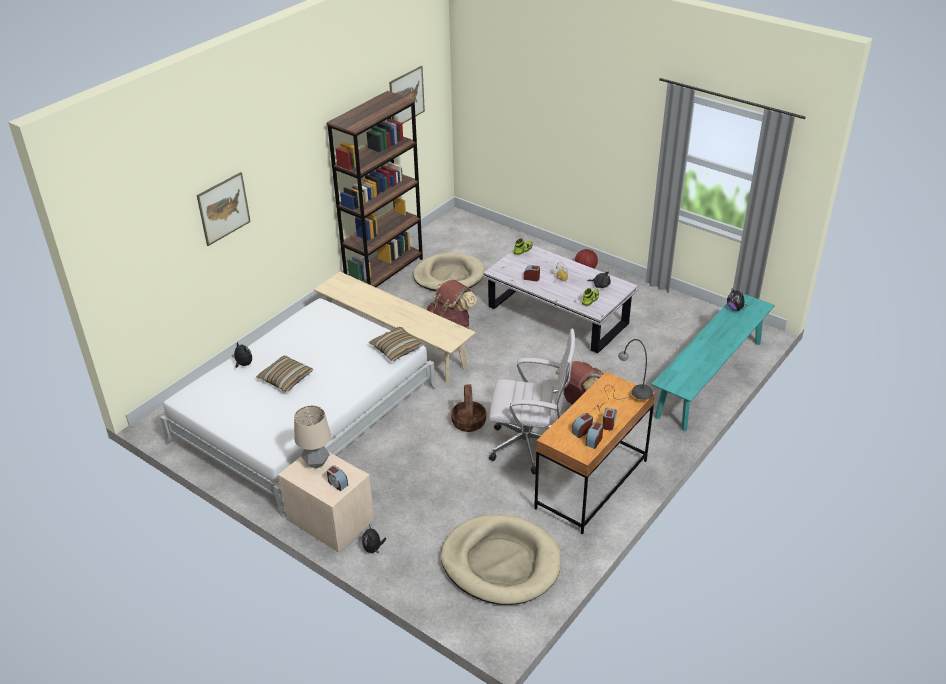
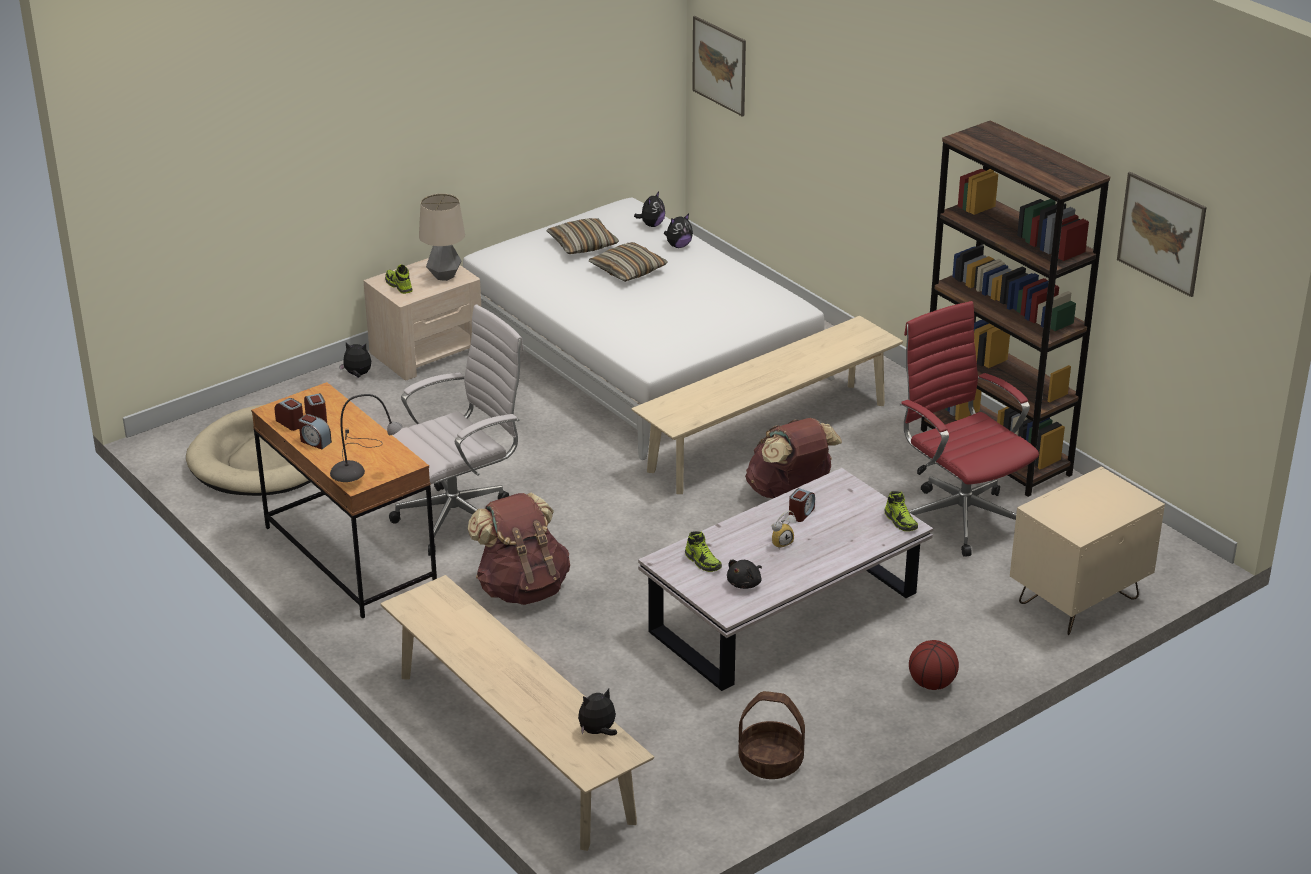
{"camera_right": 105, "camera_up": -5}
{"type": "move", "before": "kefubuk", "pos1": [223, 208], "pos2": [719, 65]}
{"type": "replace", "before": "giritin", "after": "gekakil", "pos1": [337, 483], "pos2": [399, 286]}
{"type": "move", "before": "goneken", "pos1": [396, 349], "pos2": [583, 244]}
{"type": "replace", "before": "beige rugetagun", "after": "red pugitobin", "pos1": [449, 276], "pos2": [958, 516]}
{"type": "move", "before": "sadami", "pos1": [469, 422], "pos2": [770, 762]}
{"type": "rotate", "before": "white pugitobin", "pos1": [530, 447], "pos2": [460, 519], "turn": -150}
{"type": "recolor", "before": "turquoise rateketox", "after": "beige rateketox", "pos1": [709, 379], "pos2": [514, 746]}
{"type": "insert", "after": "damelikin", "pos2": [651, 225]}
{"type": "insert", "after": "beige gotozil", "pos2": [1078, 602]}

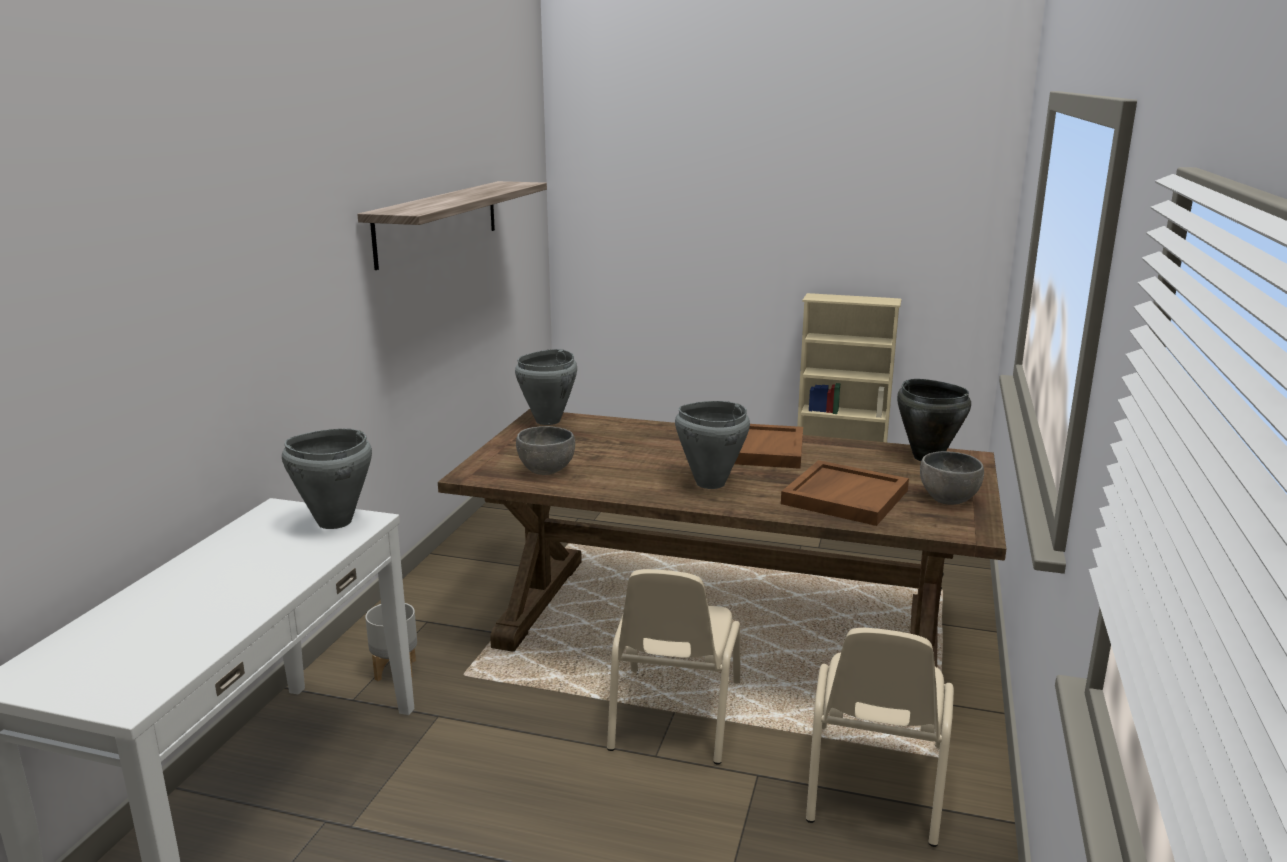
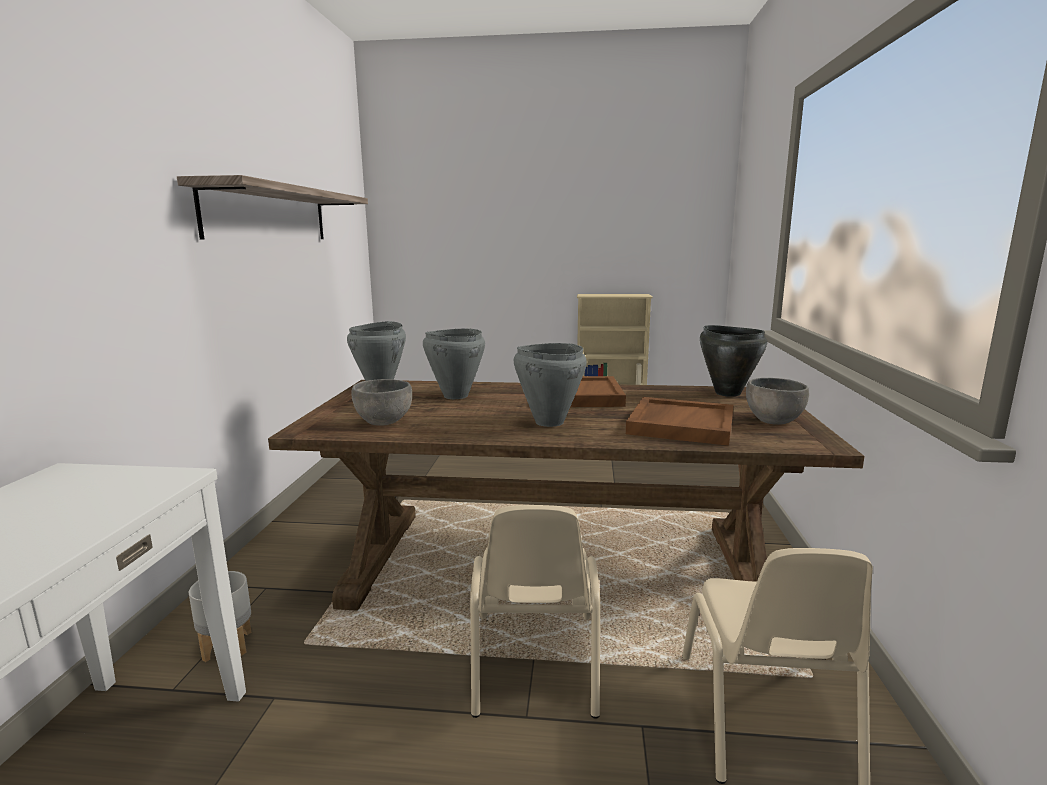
{"camera_right": -10, "camera_up": -5}
{"type": "move", "before": "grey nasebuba", "pos1": [334, 522], "pos2": [455, 396]}

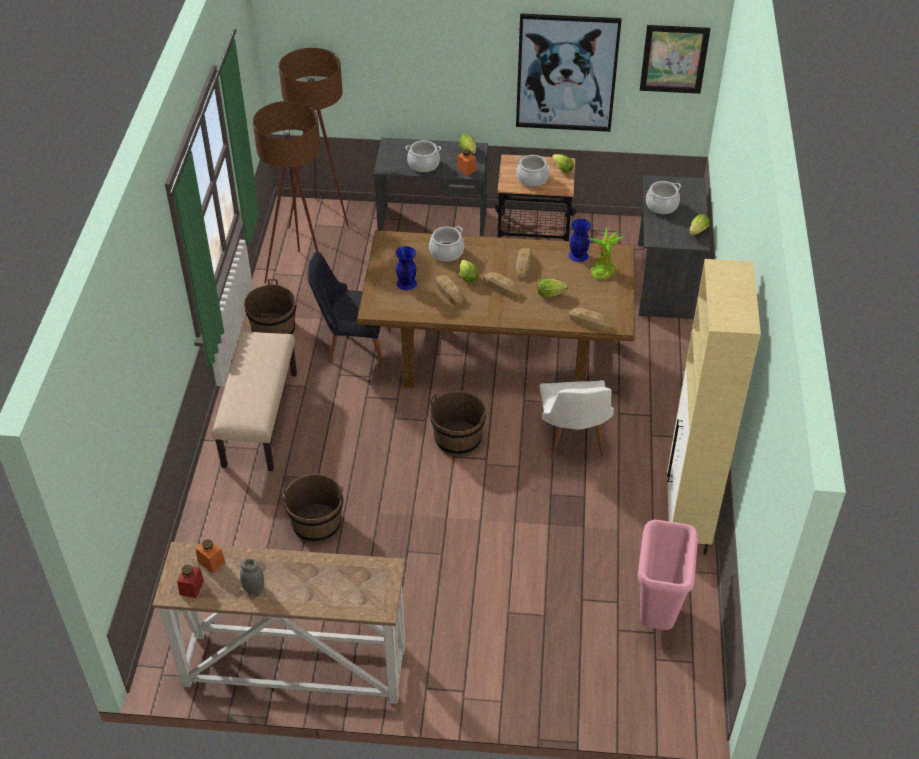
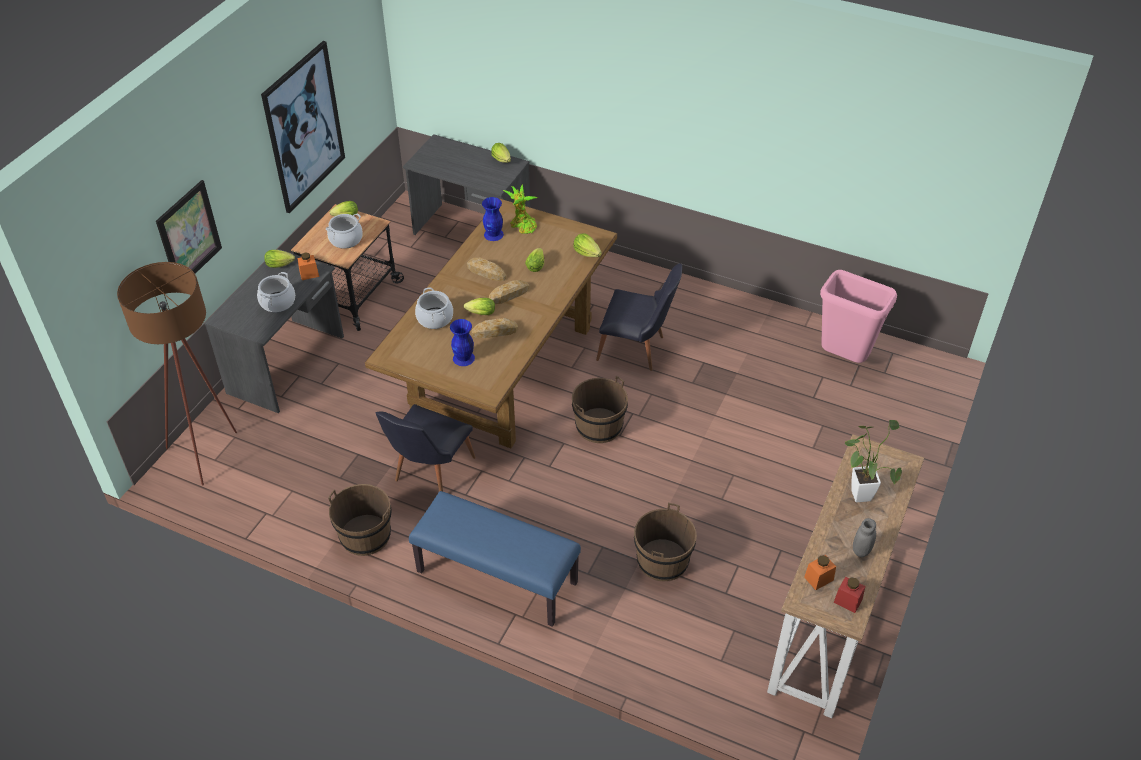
{"camera_right": -70, "camera_up": 0}
{"type": "recolor", "before": "beige rateketox", "after": "blue rateketox", "pos1": [259, 419], "pos2": [496, 577]}
{"type": "delete", "before": "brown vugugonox", "pos1": [302, 276]}
{"type": "recolor", "before": "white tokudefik", "after": "black tokudefik", "pos1": [573, 441], "pos2": [637, 350]}
{"type": "replace", "before": "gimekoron", "after": "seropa", "pos1": [589, 322], "pos2": [587, 253]}
{"type": "move", "before": "kefubuk", "pos1": [674, 59], "pos2": [189, 234]}
{"type": "delete", "before": "nasebuba", "pos1": [662, 206]}
{"type": "delete", "before": "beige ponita", "pos1": [686, 520]}
{"type": "insert", "after": "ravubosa", "pos2": [860, 492]}

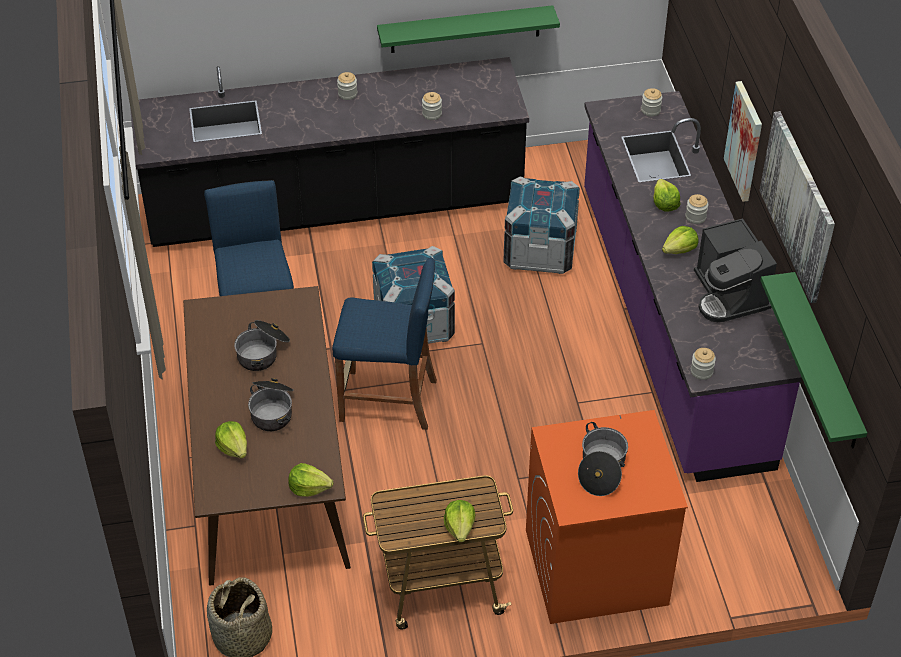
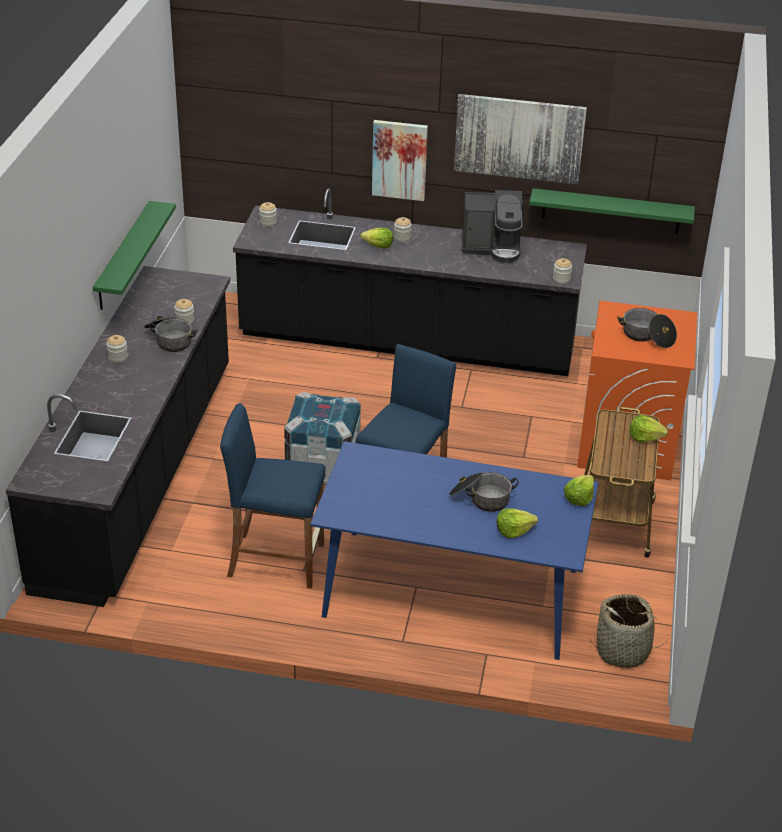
{"camera_right": -70, "camera_up": -10}
{"type": "recolor", "before": "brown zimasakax", "after": "blue zimasakax", "pos1": [271, 476], "pos2": [452, 592]}
{"type": "move", "before": "nasebuba", "pos1": [263, 352], "pos2": [170, 340]}
{"type": "delete", "before": "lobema", "pos1": [539, 251]}
{"type": "recolor", "before": "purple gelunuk", "after": "black gelunuk", "pos1": [671, 324], "pos2": [407, 341]}
{"type": "delete", "before": "seropa", "pos1": [680, 250]}

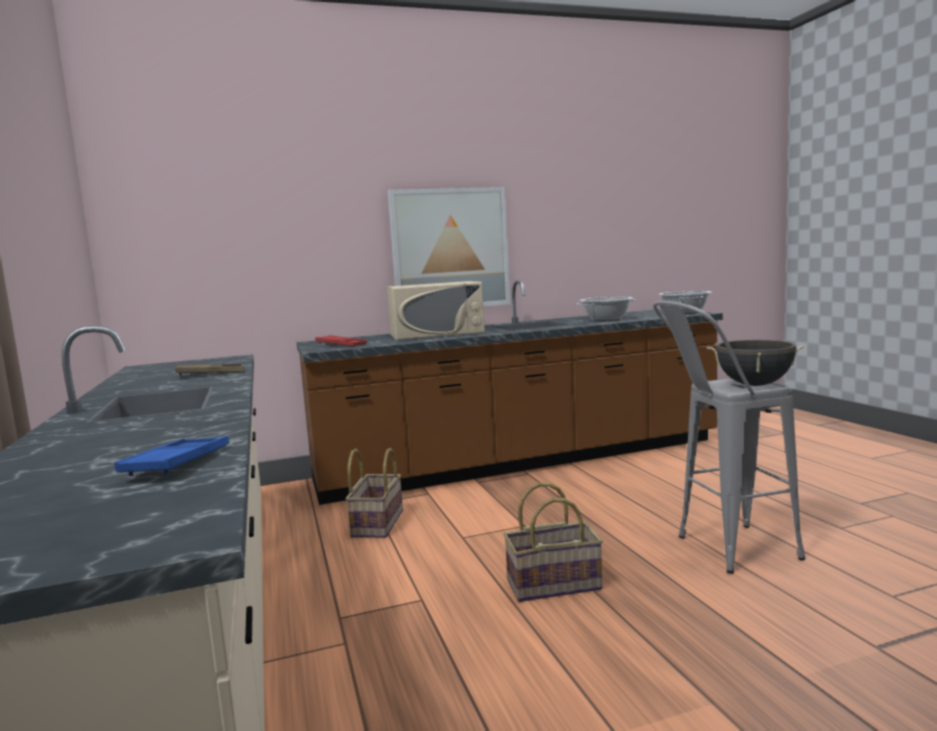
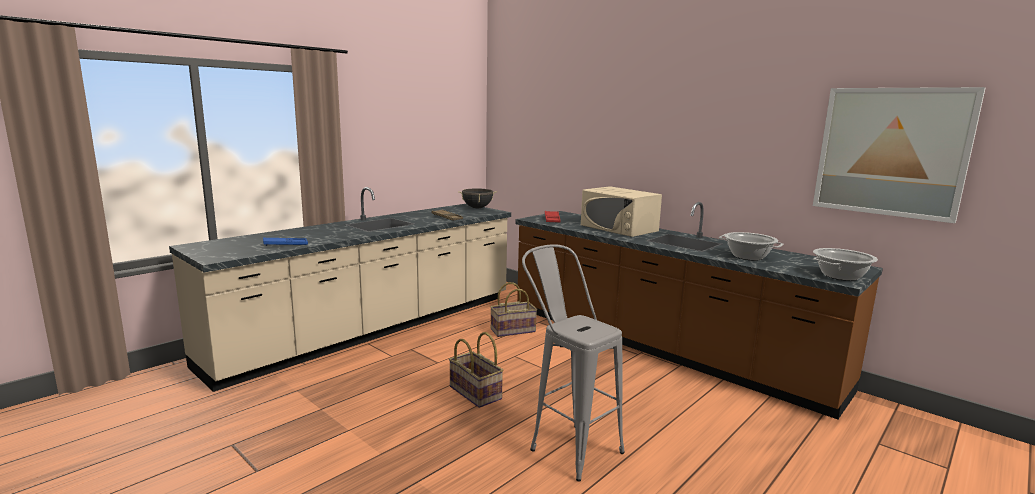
{"camera_right": 60, "camera_up": 5}
{"type": "move", "before": "kefubuk", "pos1": [450, 249], "pos2": [891, 152]}
{"type": "move", "before": "black nasebuba", "pos1": [754, 385], "pos2": [477, 208]}

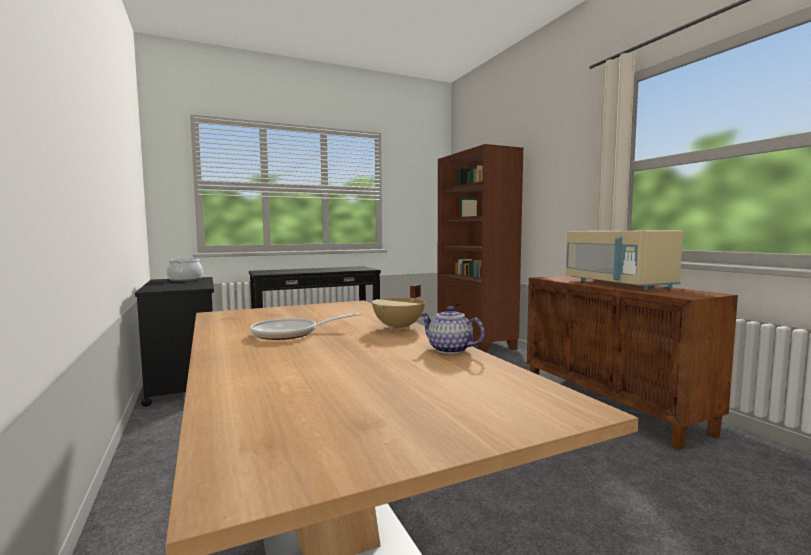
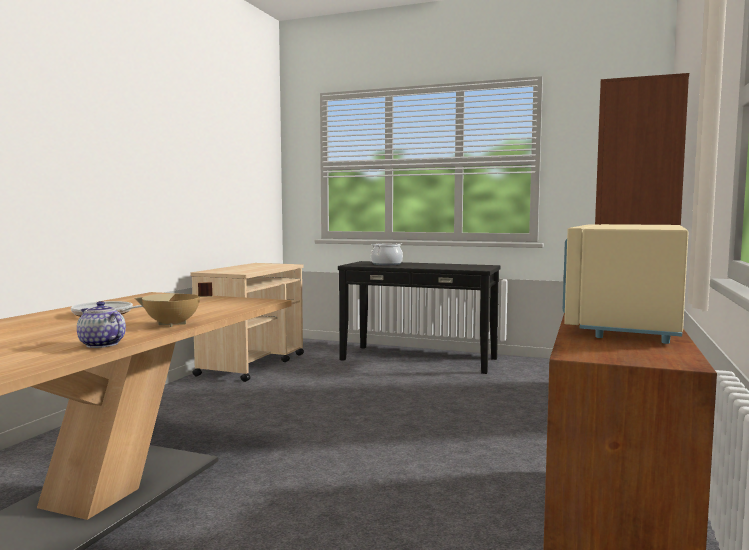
{"camera_right": 45, "camera_up": 0}
{"type": "recolor", "before": "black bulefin", "after": "beige bulefin", "pos1": [184, 381], "pos2": [253, 364]}
{"type": "move", "before": "nasebuba", "pos1": [185, 280], "pos2": [386, 264]}
{"type": "rotate", "before": "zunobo", "pos1": [449, 350], "pos2": [100, 345], "turn": -45}

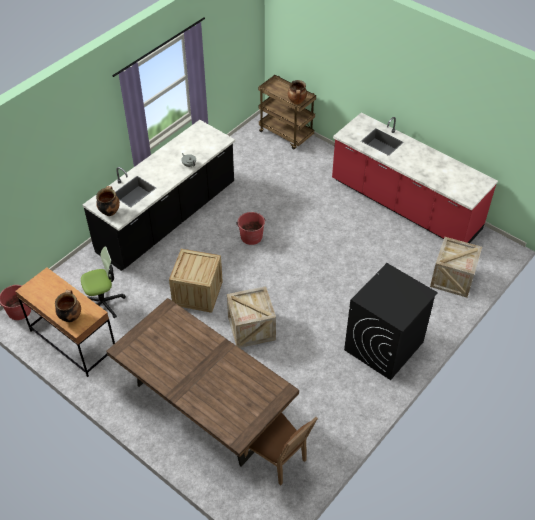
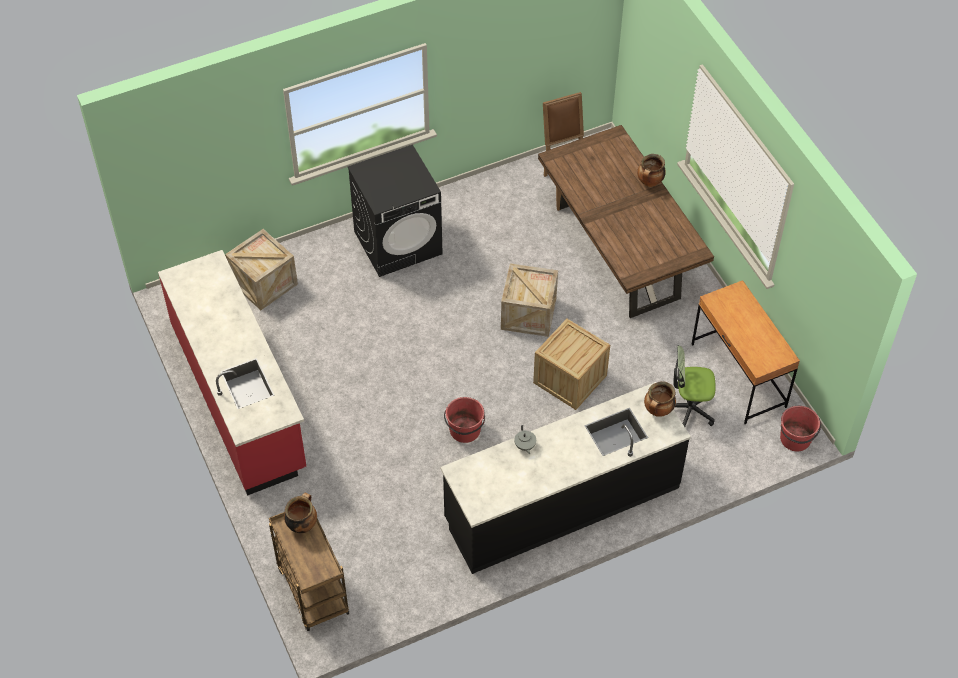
{"camera_right": -155, "camera_up": 5}
{"type": "move", "before": "nasebuba", "pos1": [70, 316], "pos2": [650, 182]}

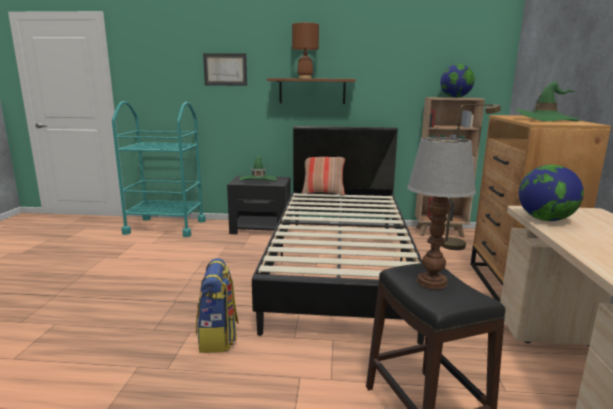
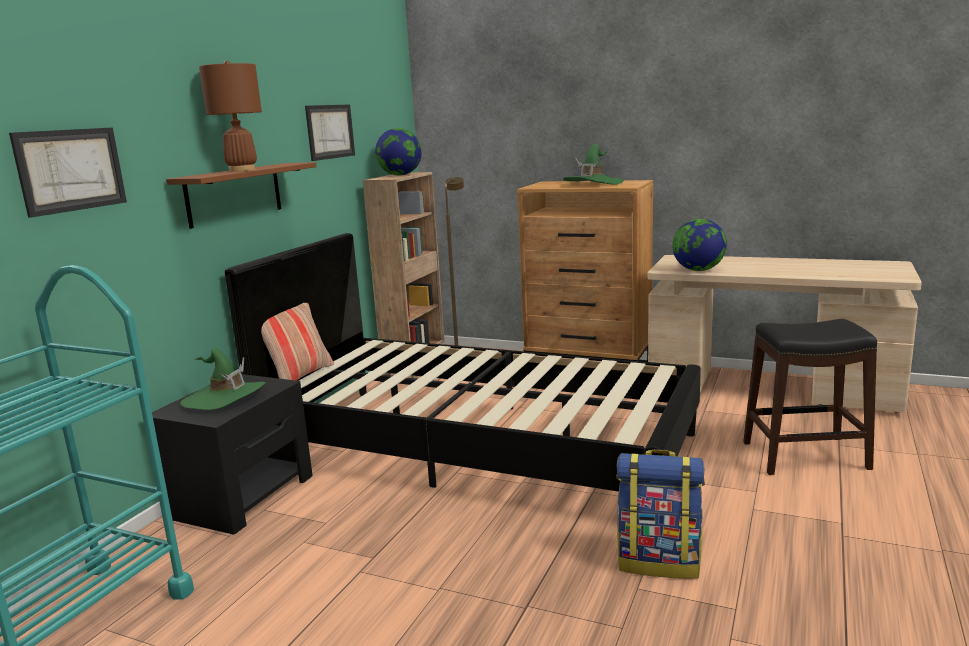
{"camera_right": -70, "camera_up": 0}
{"type": "delete", "before": "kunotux", "pos1": [430, 282]}
{"type": "insert", "after": "kefubuk", "pos2": [330, 131]}

